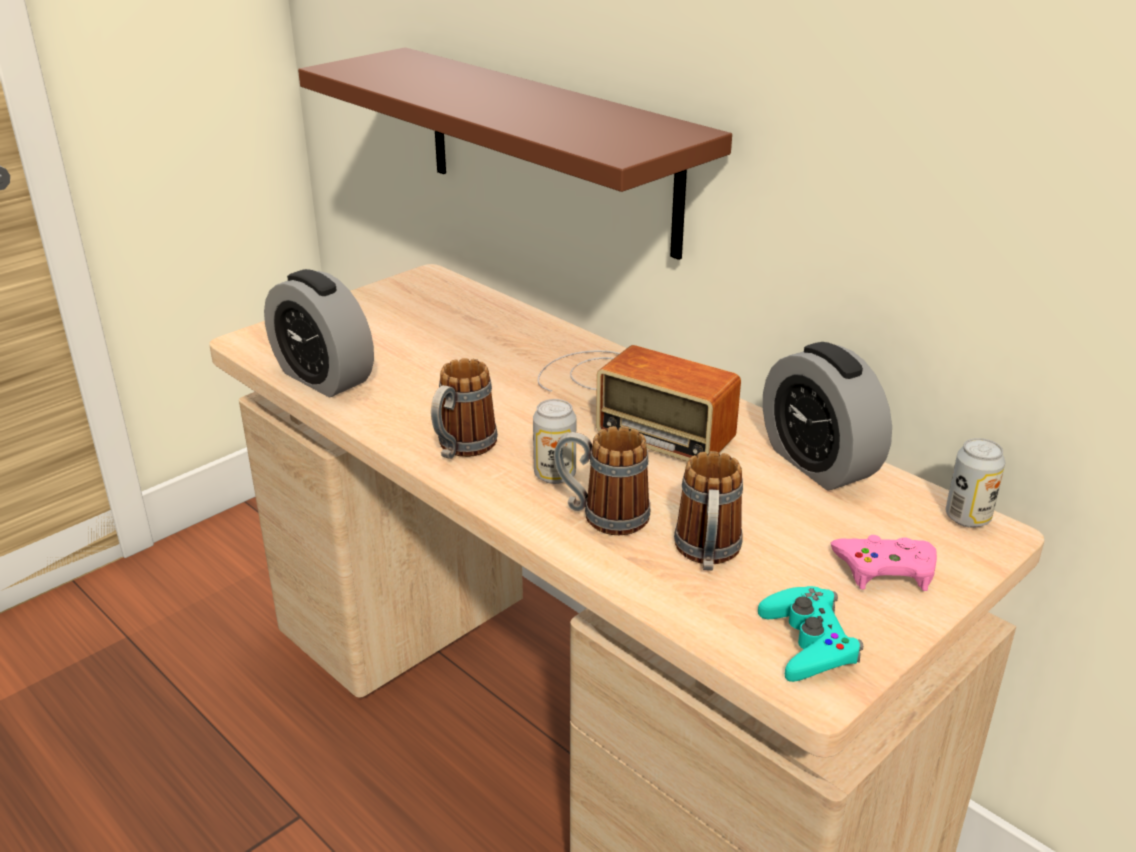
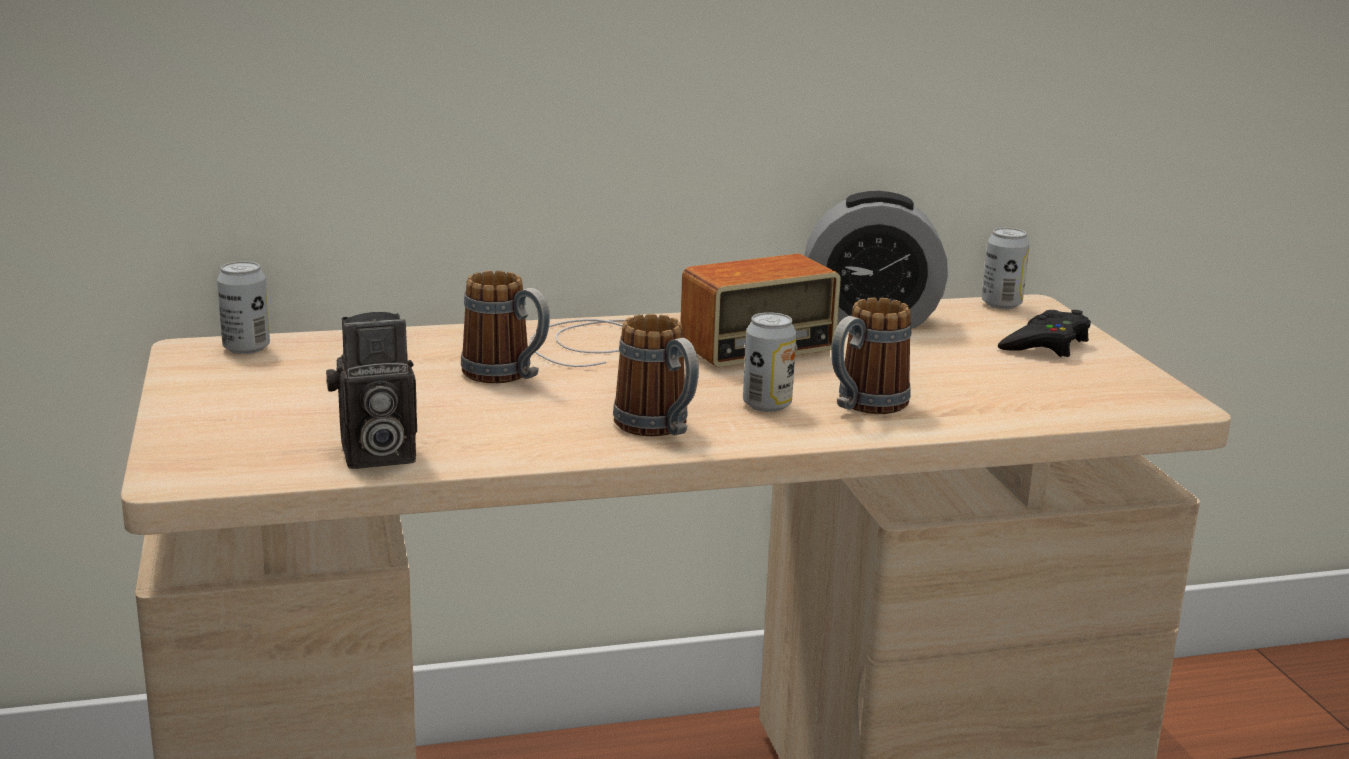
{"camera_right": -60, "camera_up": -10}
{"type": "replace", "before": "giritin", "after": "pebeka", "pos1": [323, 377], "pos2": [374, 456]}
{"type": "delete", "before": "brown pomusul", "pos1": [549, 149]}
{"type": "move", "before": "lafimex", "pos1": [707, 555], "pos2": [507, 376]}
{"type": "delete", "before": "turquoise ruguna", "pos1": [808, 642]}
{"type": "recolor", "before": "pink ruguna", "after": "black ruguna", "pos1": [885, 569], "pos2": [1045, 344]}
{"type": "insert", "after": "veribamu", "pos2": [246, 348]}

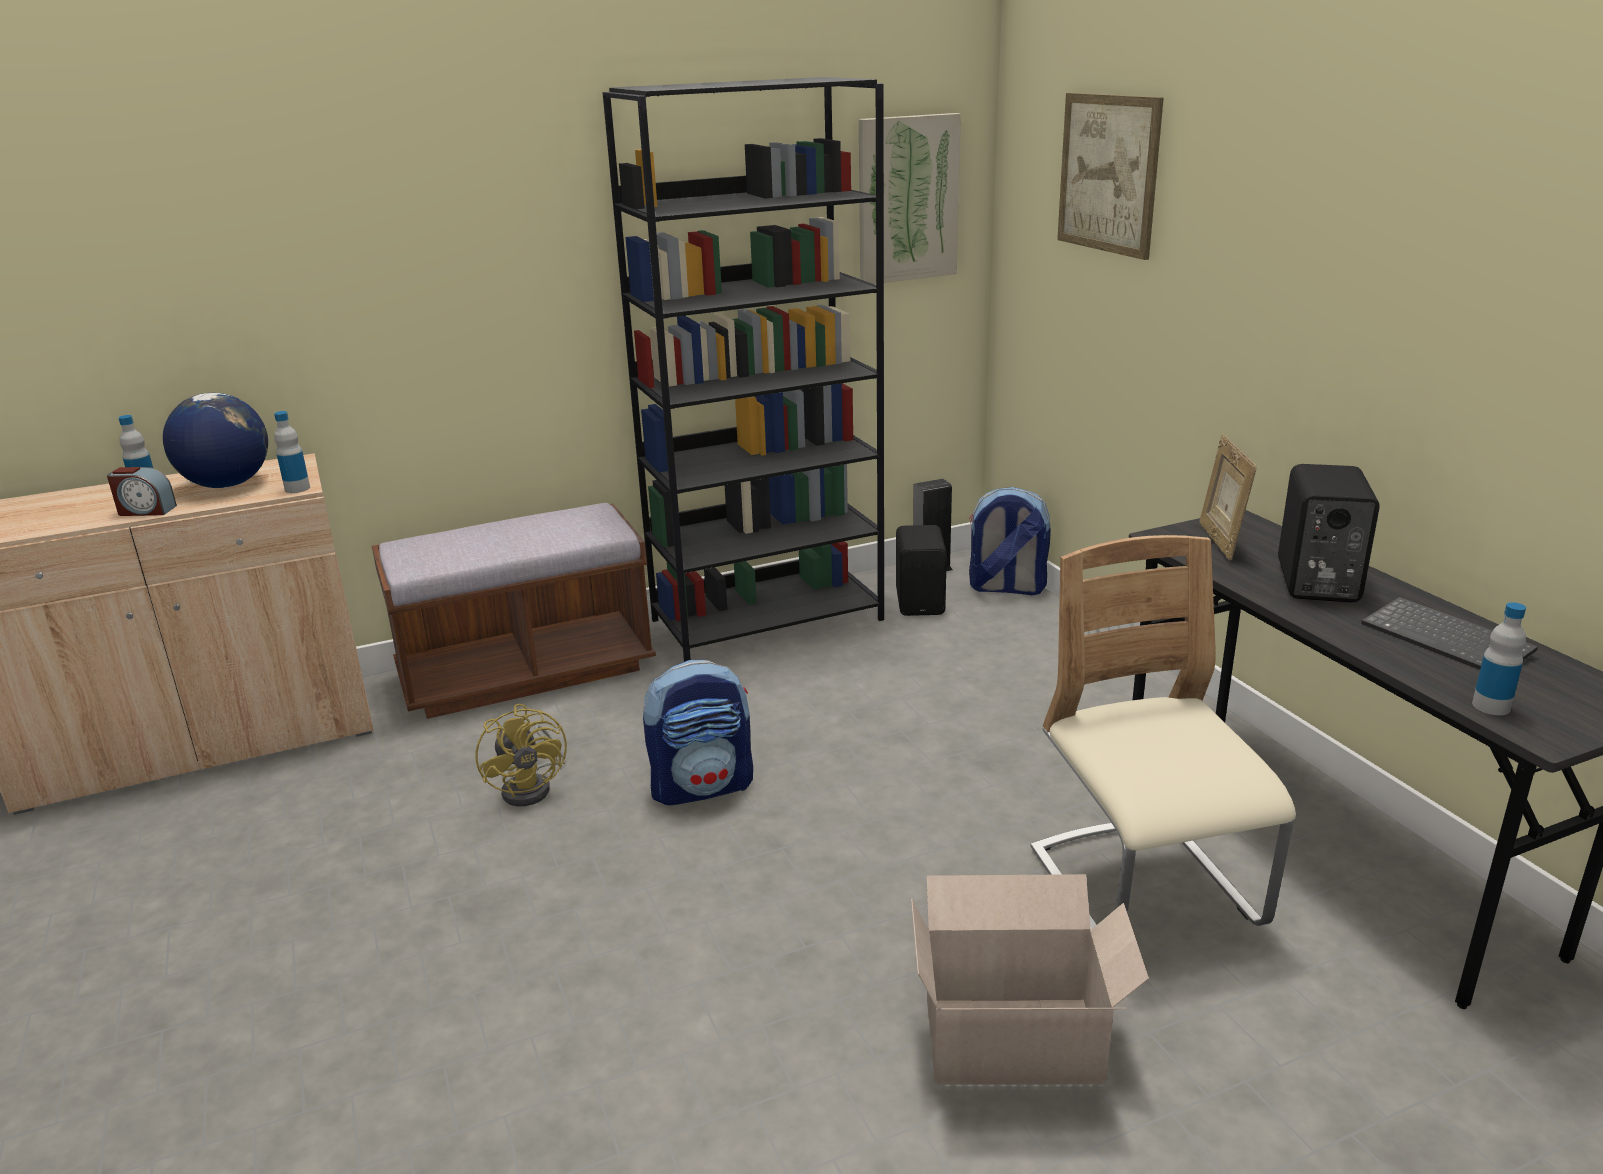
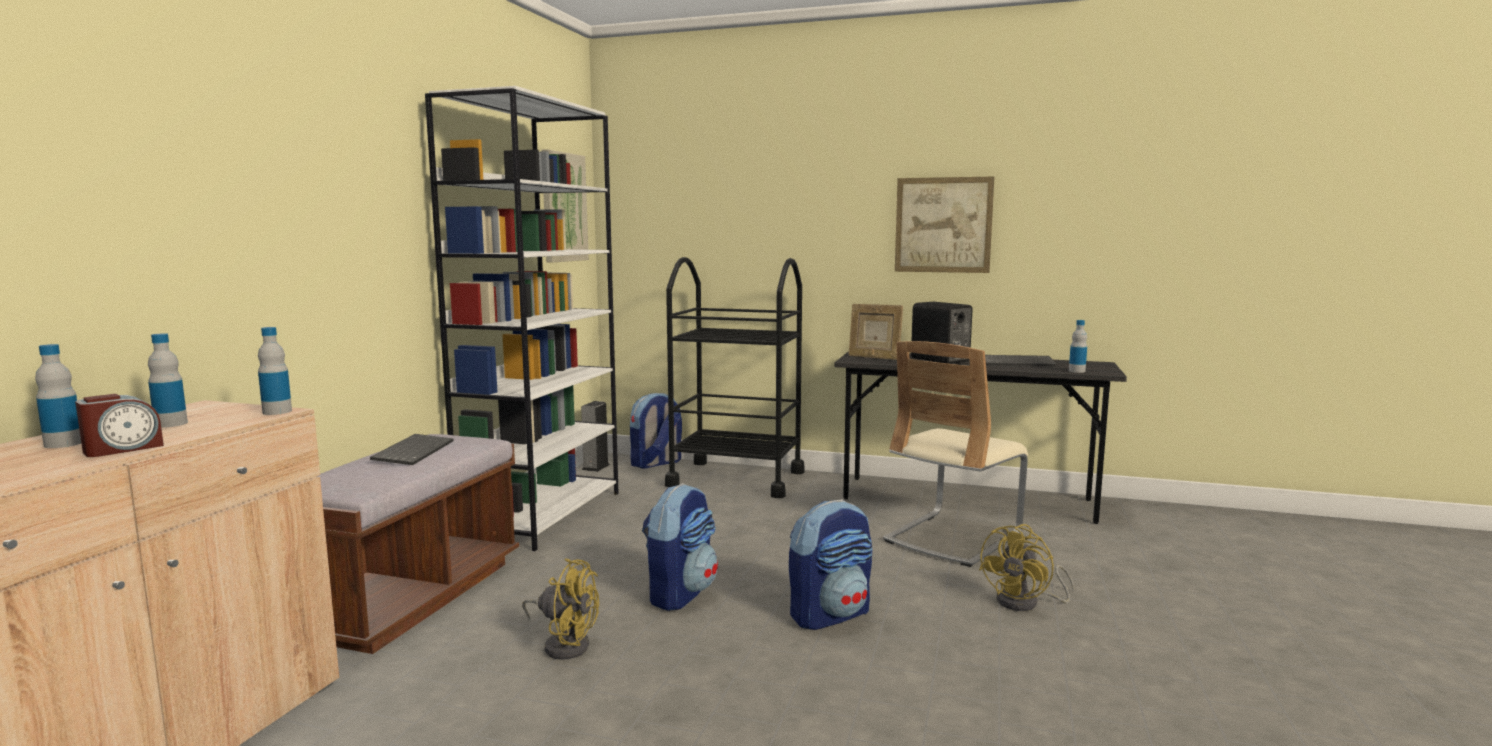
{"camera_right": -50, "camera_up": -15}
{"type": "replace", "before": "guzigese", "after": "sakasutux", "pos1": [227, 485], "pos2": [171, 424]}
{"type": "recolor", "before": "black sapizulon", "after": "white sapizulon", "pos1": [768, 619], "pos2": [543, 514]}
{"type": "delete", "before": "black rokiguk", "pos1": [921, 602]}
{"type": "replace", "before": "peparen", "after": "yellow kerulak", "pos1": [1018, 1041], "pos2": [1026, 602]}
{"type": "rotate", "before": "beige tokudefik", "pos1": [1144, 890], "pos2": [952, 538], "turn": -75}
{"type": "move", "before": "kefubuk", "pos1": [1108, 174], "pos2": [943, 225]}
{"type": "insert", "after": "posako", "pos2": [413, 451]}
{"type": "insert", "after": "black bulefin", "pos2": [736, 479]}
{"type": "insert", "after": "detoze", "pos2": [830, 614]}

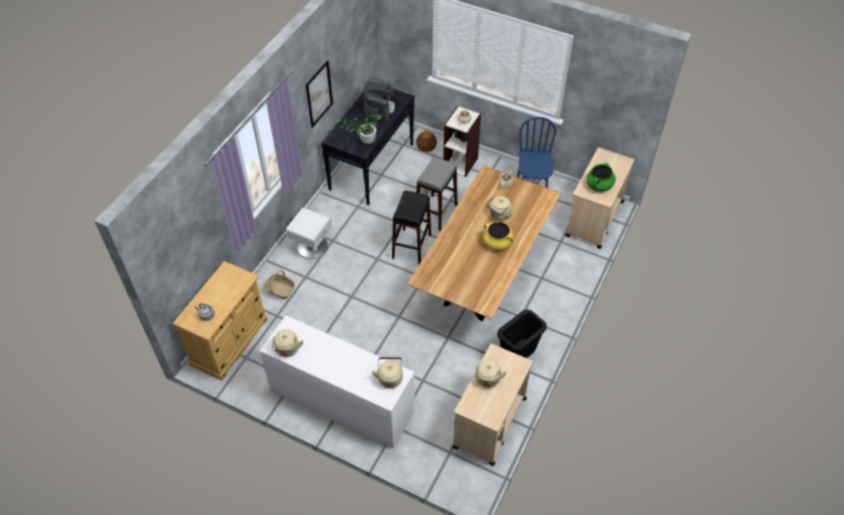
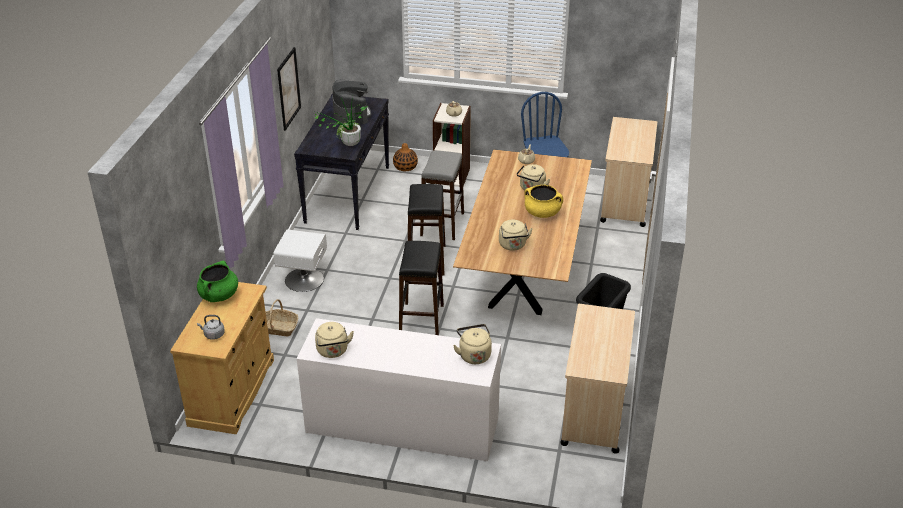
{"camera_right": -15, "camera_up": -15}
{"type": "move", "before": "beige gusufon", "pos1": [487, 380], "pos2": [513, 246]}
{"type": "move", "before": "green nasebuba", "pos1": [599, 186], "pos2": [219, 295]}
{"type": "insert", "after": "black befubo", "pos2": [421, 321]}

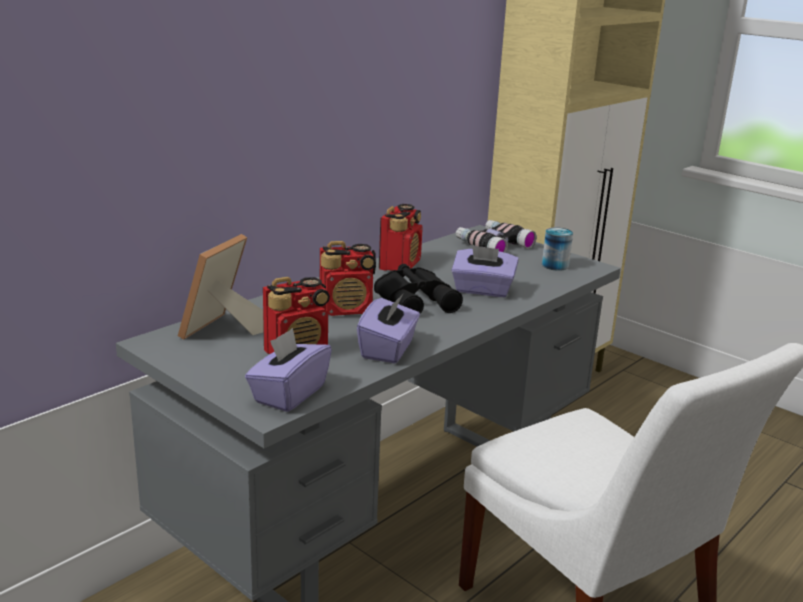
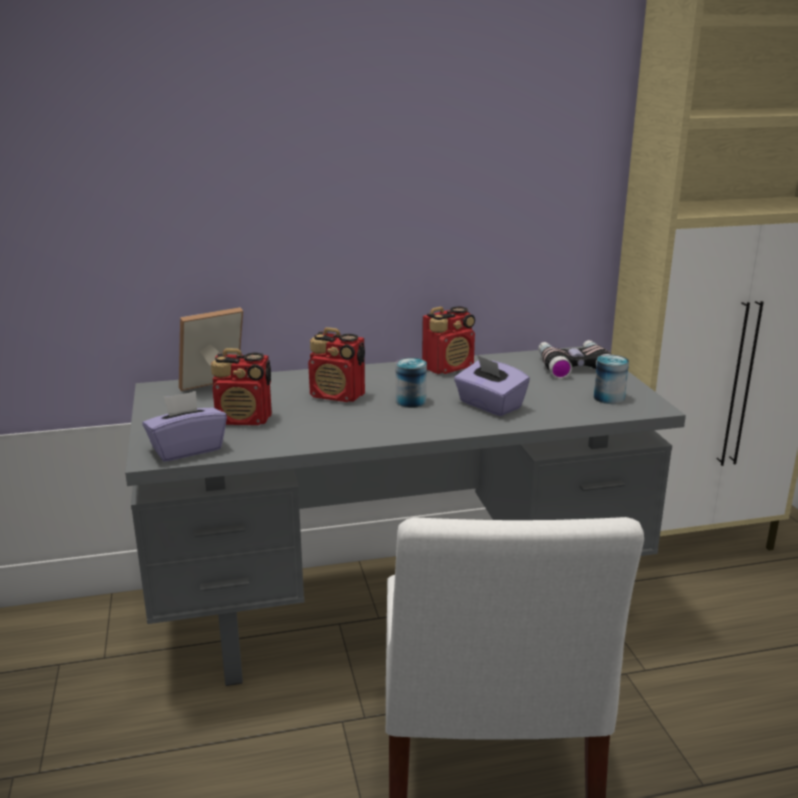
{"camera_right": 35, "camera_up": 0}
{"type": "delete", "before": "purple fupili", "pos1": [388, 349]}
{"type": "replace", "before": "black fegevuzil", "after": "veribamu", "pos1": [416, 300], "pos2": [410, 401]}

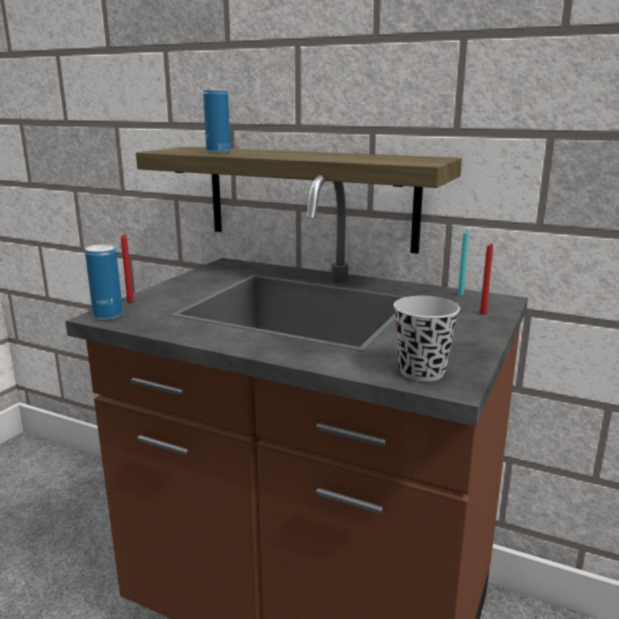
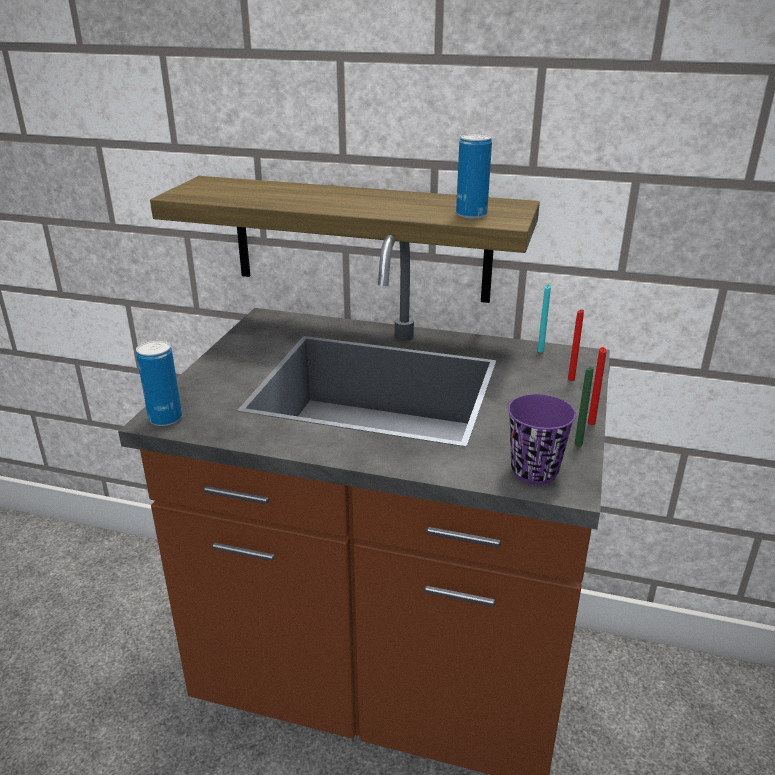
{"camera_right": -10, "camera_up": 10}
{"type": "move", "before": "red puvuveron", "pos1": [130, 301], "pos2": [591, 423]}
{"type": "move", "before": "veribamu", "pos1": [218, 152], "pos2": [471, 215]}
{"type": "recolor", "before": "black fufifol", "after": "purple fufifol", "pos1": [421, 372], "pos2": [534, 471]}
{"type": "insert", "after": "green puvuveron", "pos2": [578, 444]}

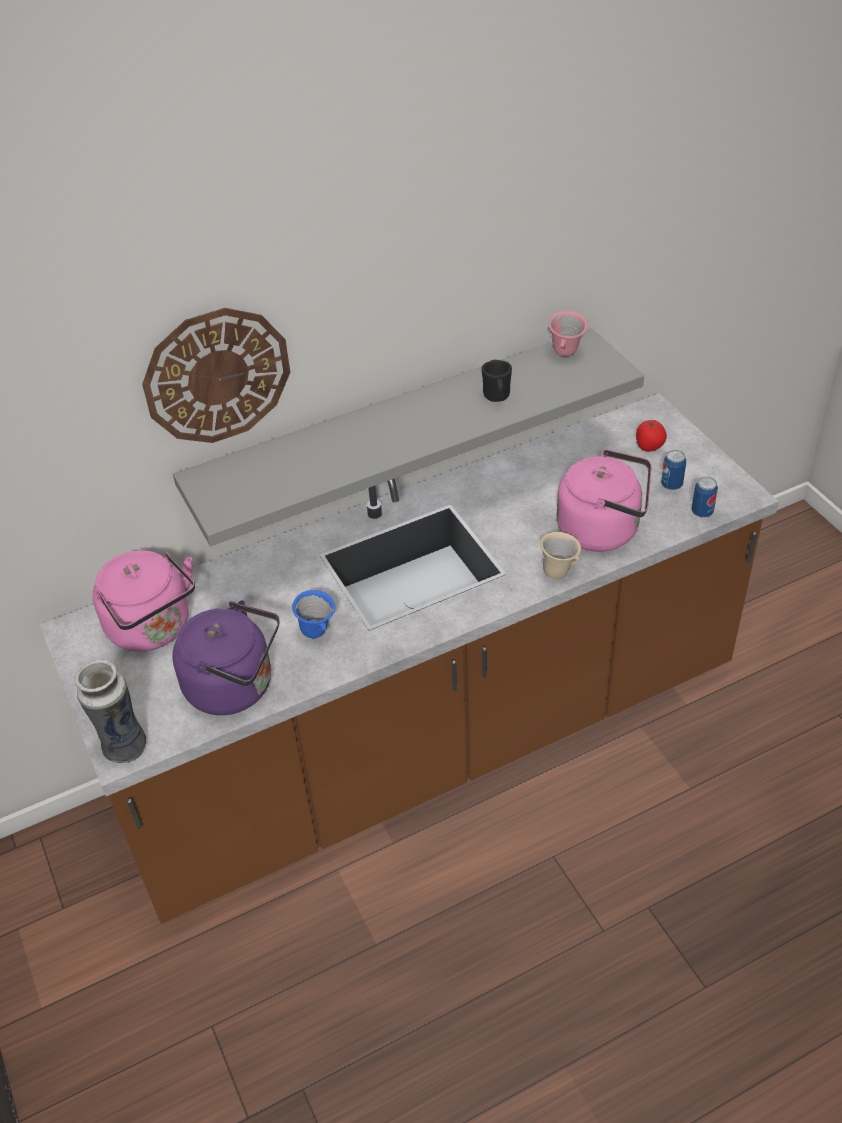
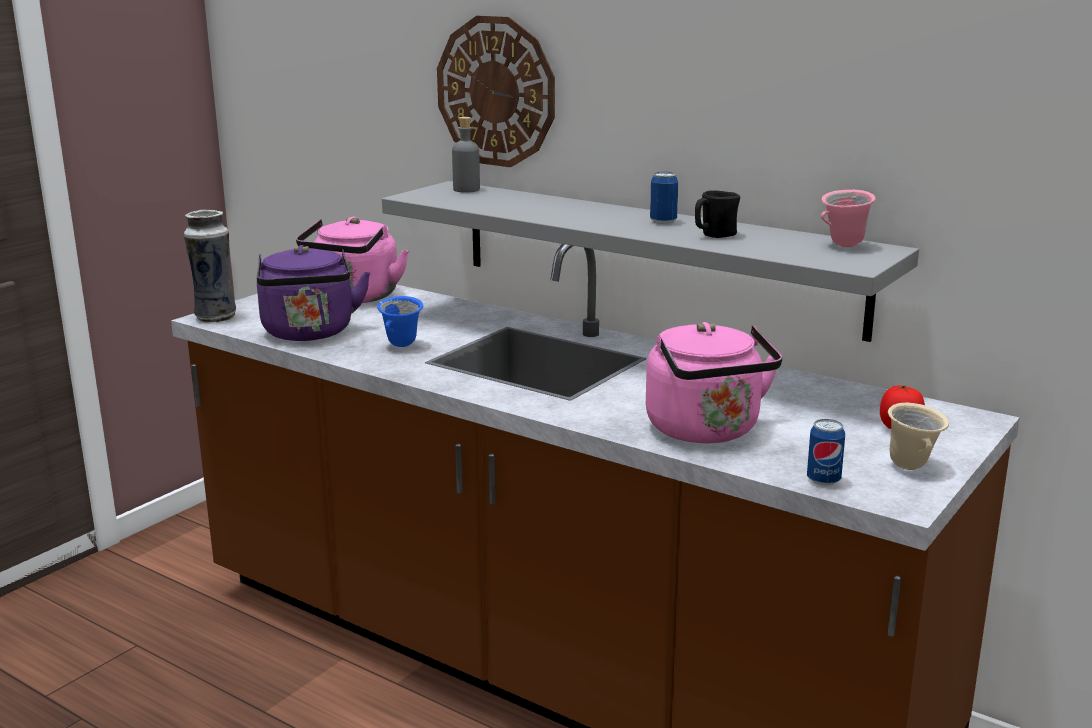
{"camera_right": 60, "camera_up": -25}
{"type": "move", "before": "beige lafimex", "pos1": [559, 572], "pos2": [912, 467]}
{"type": "move", "before": "veribamu", "pos1": [671, 485], "pos2": [663, 221]}
{"type": "insert", "after": "grey sakasutux", "pos2": [466, 189]}

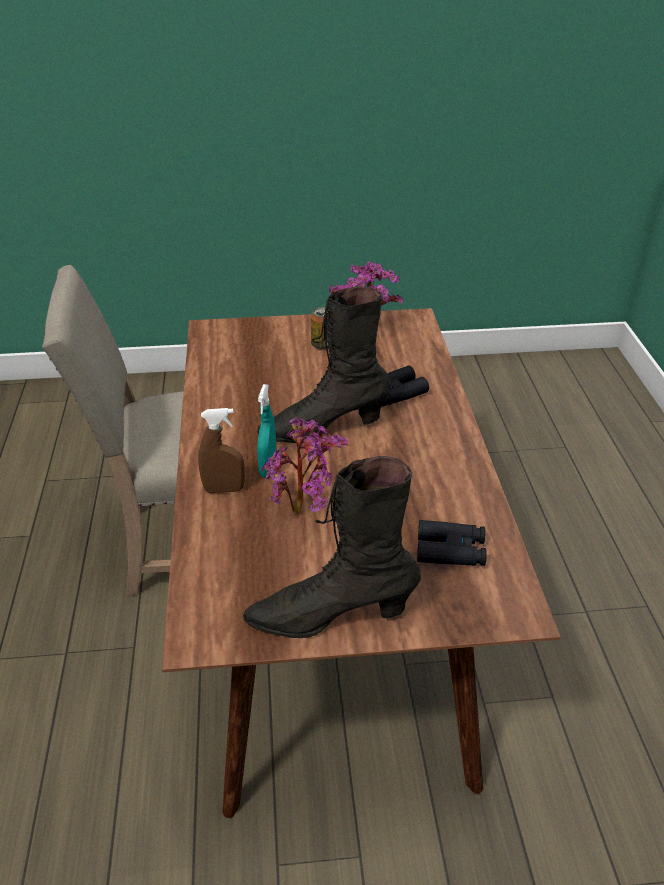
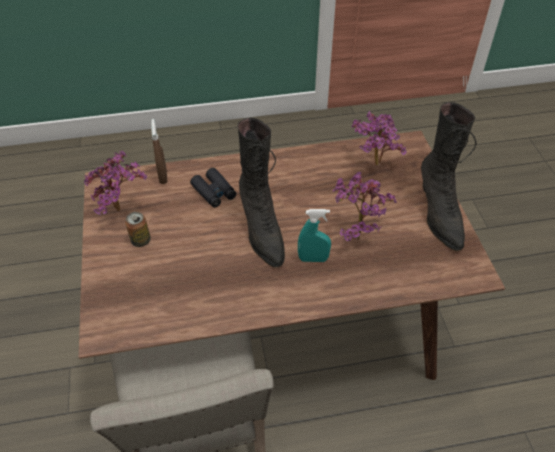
{"camera_right": -95, "camera_up": 10}
{"type": "move", "before": "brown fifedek", "pos1": [224, 489], "pos2": [163, 176]}
{"type": "replace", "before": "black fegevuzil", "after": "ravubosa", "pos1": [450, 550], "pos2": [373, 166]}

